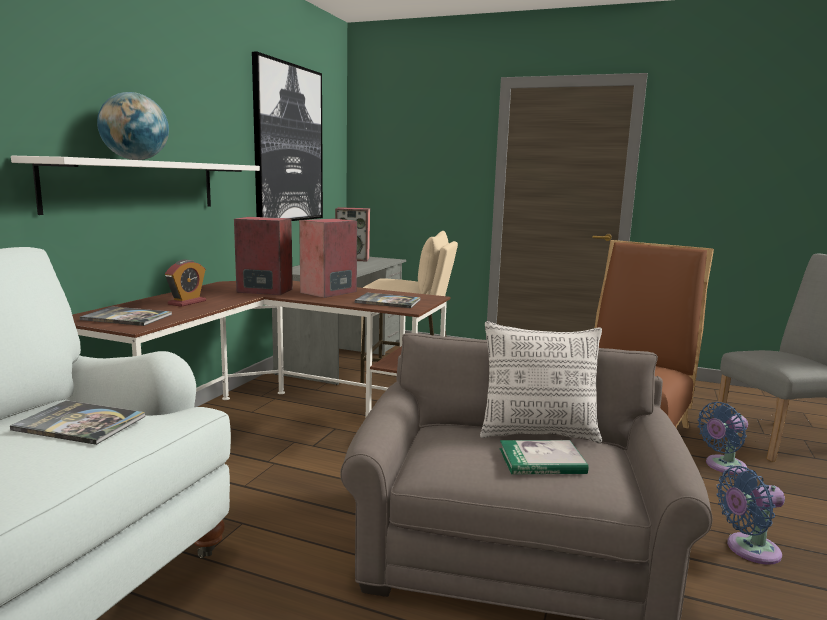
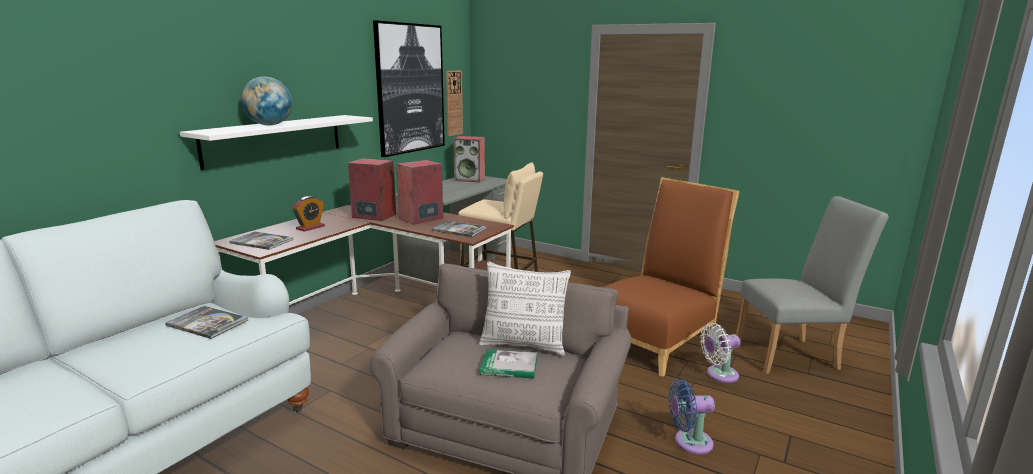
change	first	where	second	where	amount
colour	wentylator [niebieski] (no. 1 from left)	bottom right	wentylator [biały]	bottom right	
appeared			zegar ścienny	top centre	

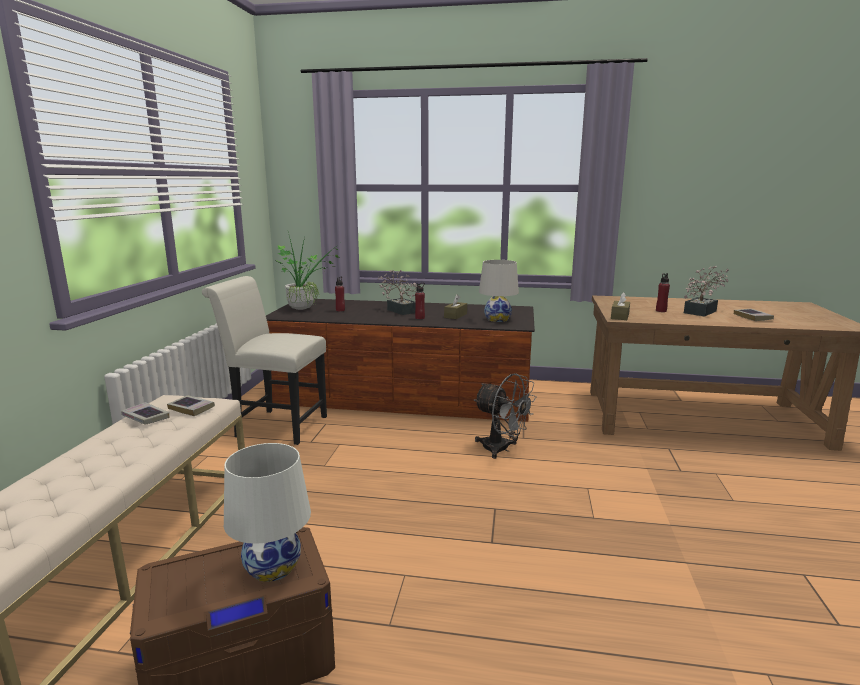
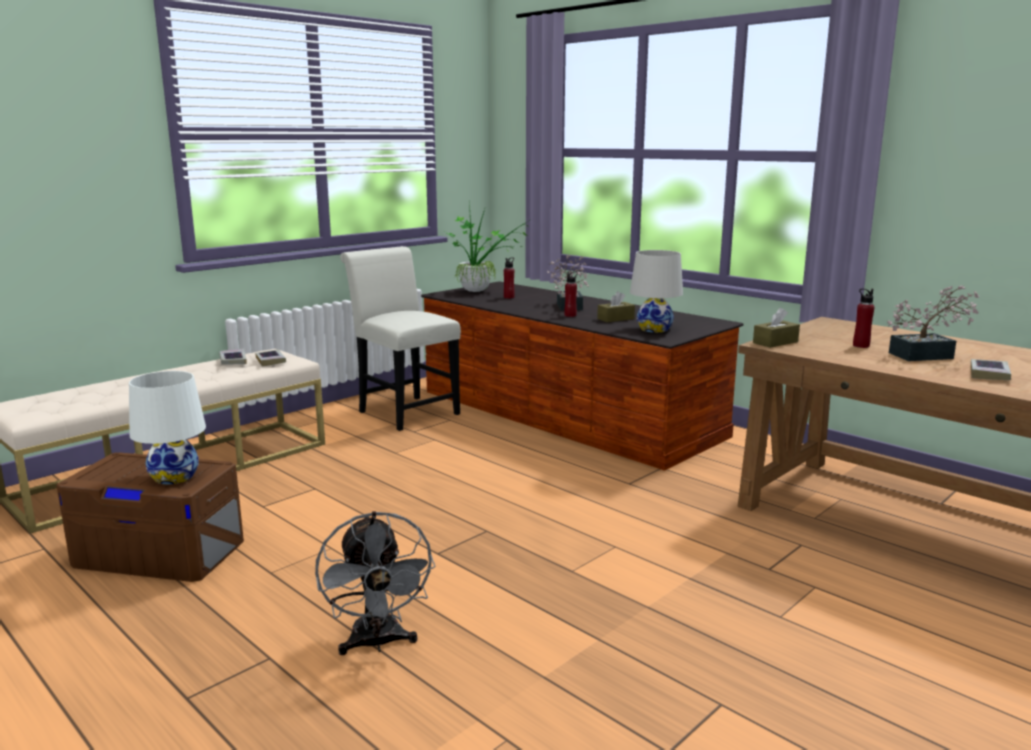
change	first	where	second	where	amount
relocated	wentylator [szary]	centre		bottom centre	

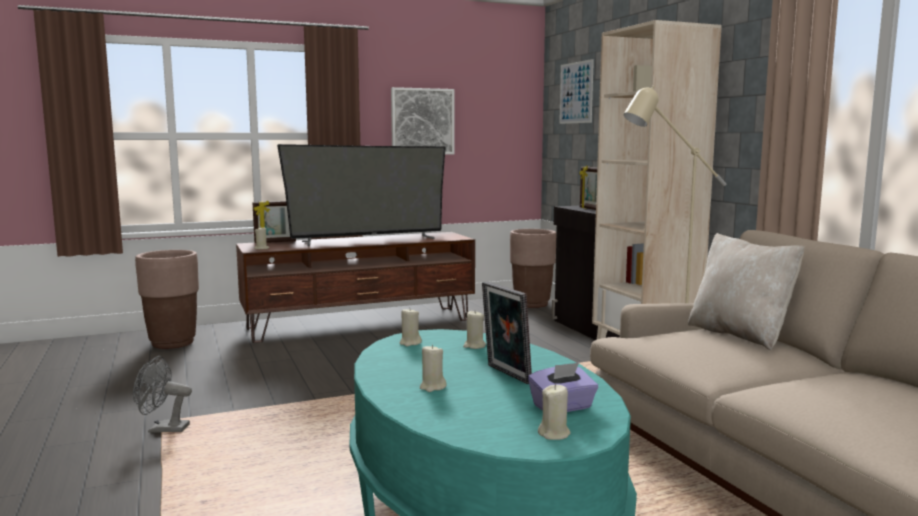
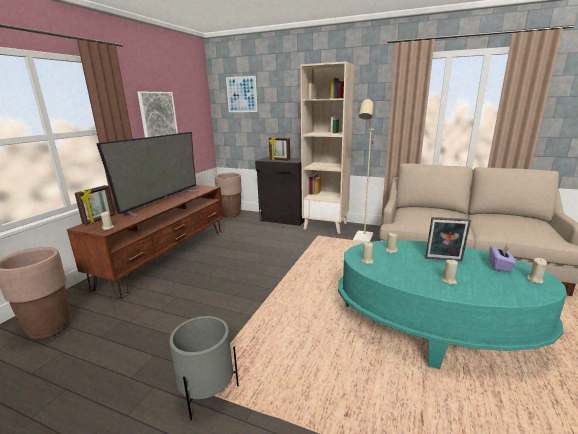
change	first	where	second	where	amount
missing	poduszka [beżowy]	middle right			
exchanged	wentylator [szary]	bottom left	donica [szary]	bottom centre	

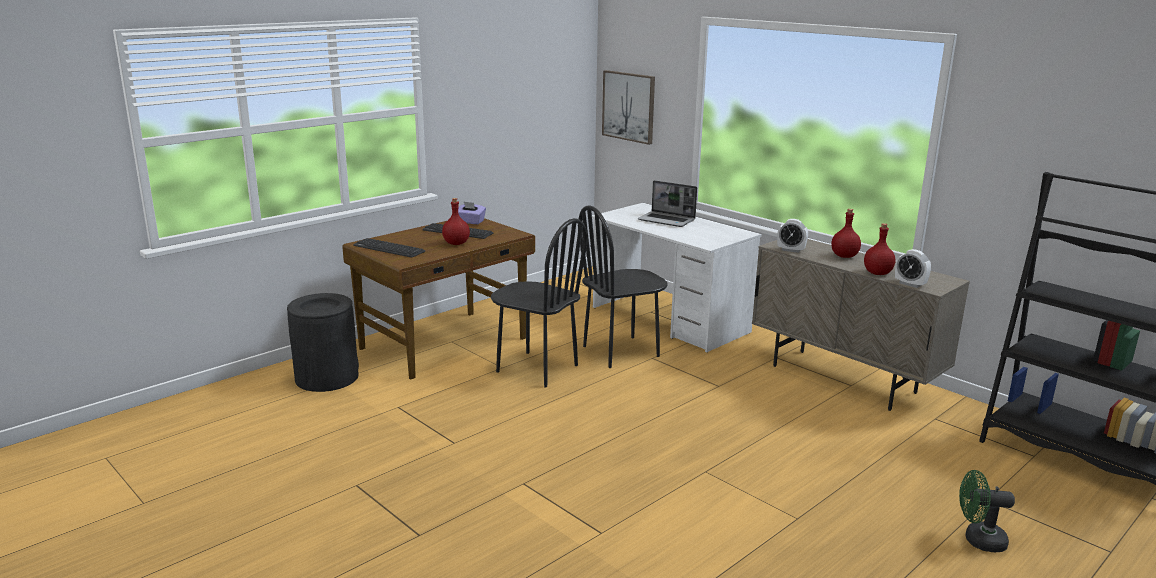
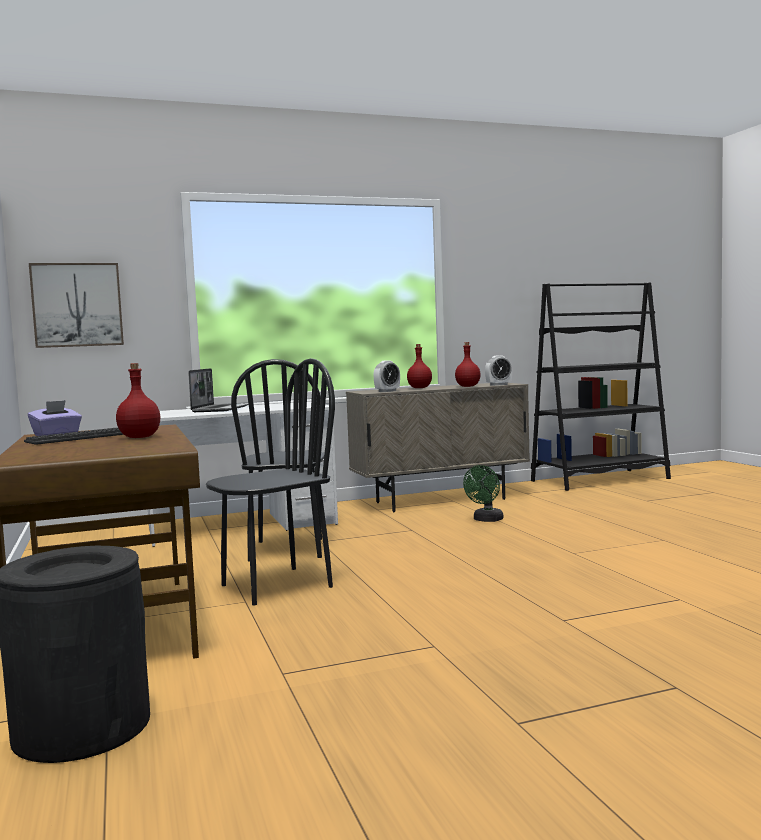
change	first	where	second	where	amount
spun	laptop	centre		middle left	45 degrees counterclockwise
missing	klawiatura (no. 1 from left)	centre			
relocated	wentylator [zielony]	bottom right		centre	

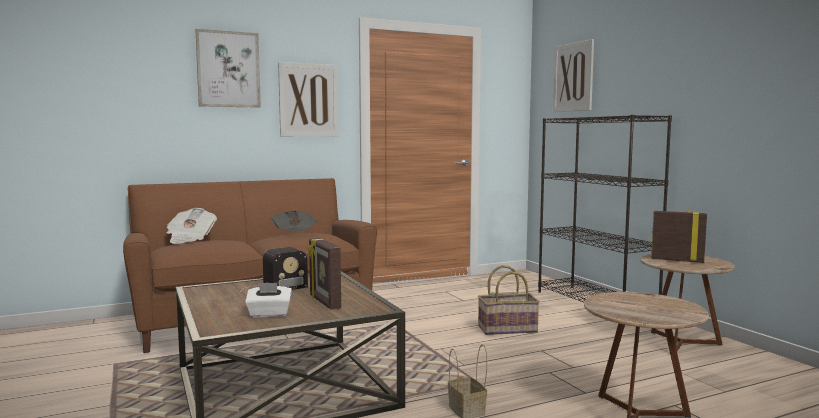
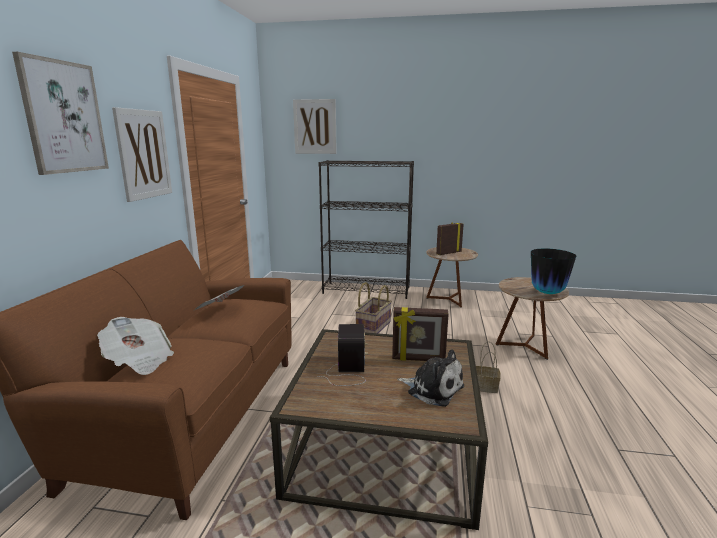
change	first	where	second	where	amount
exchanged	pudełko chusteczek [biały]	bottom left	pluszak	bottom centre	
appeared			wazon	middle right	

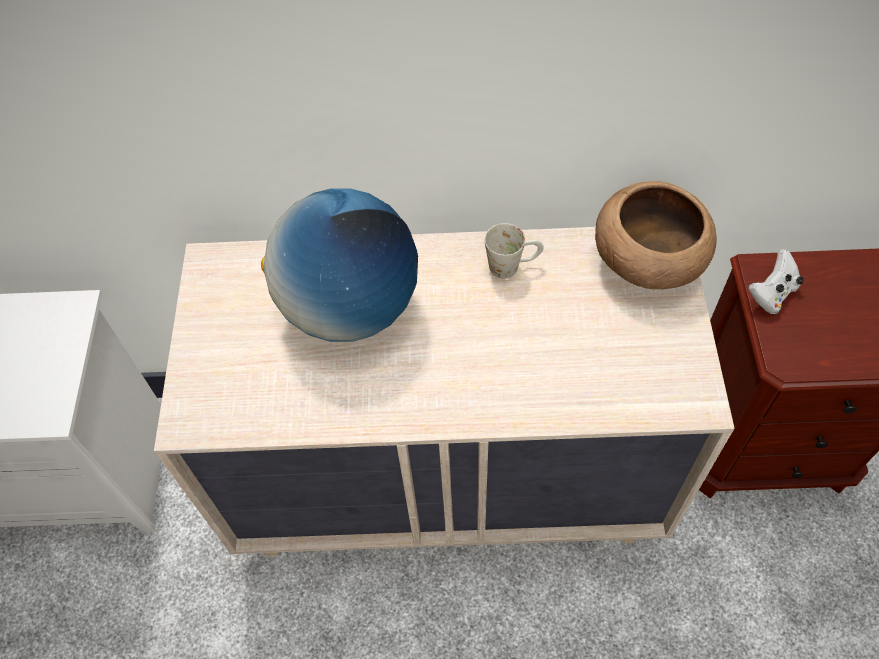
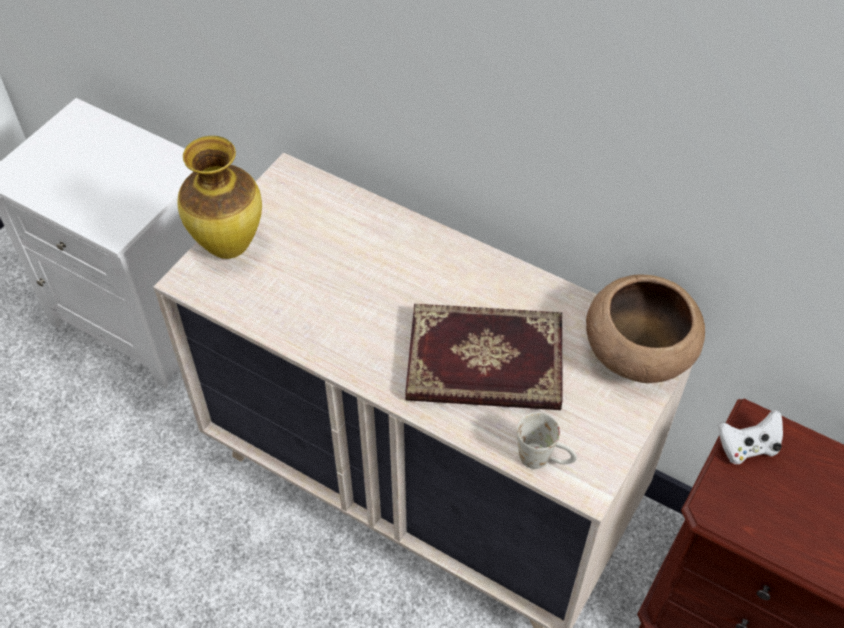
change	first	where	second	where	amount
missing	globus	centre			
relocated	kubek [biały]	centre		bottom centre	
appeared			wazon	top left	
appeared			książka	centre	

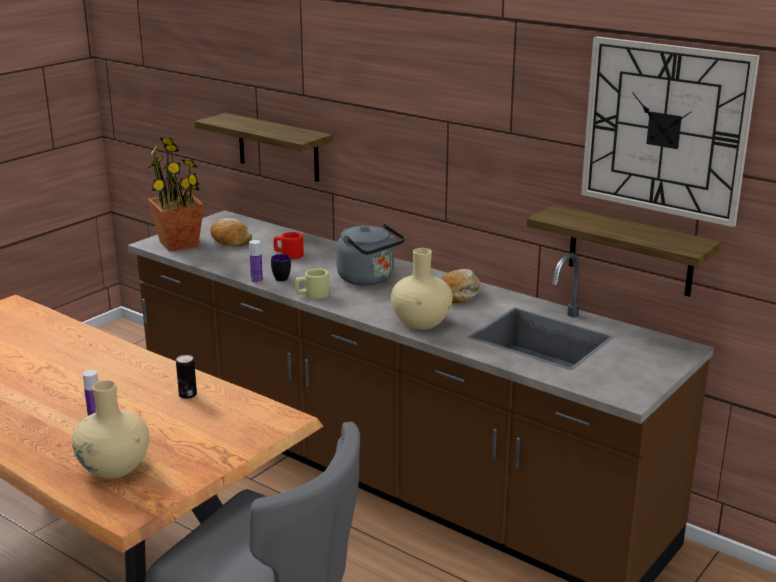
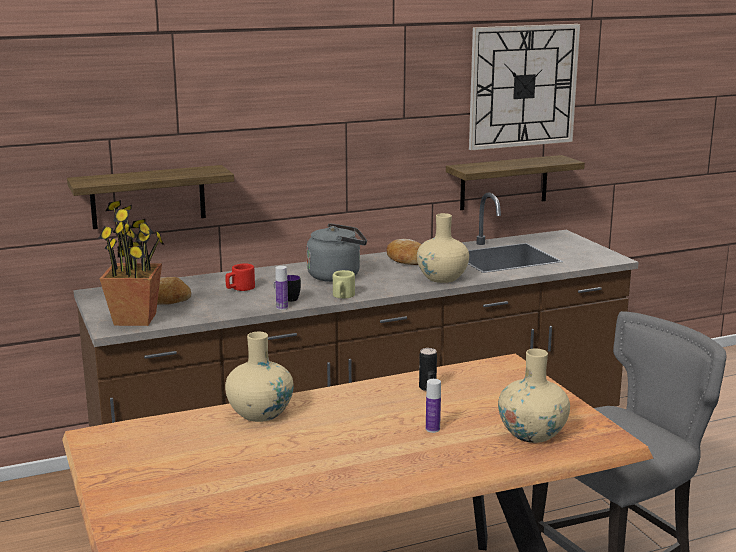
change	first	where	second	where	amount
appeared			wazon [beżowy] (no. 1 from left)	bottom centre	

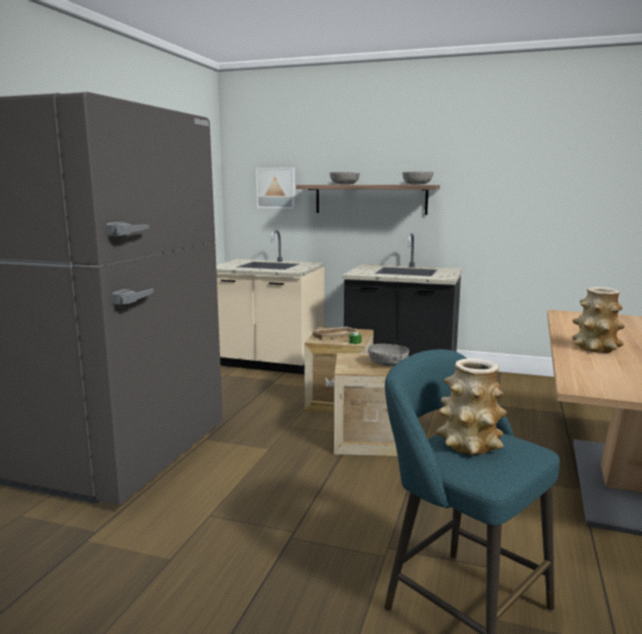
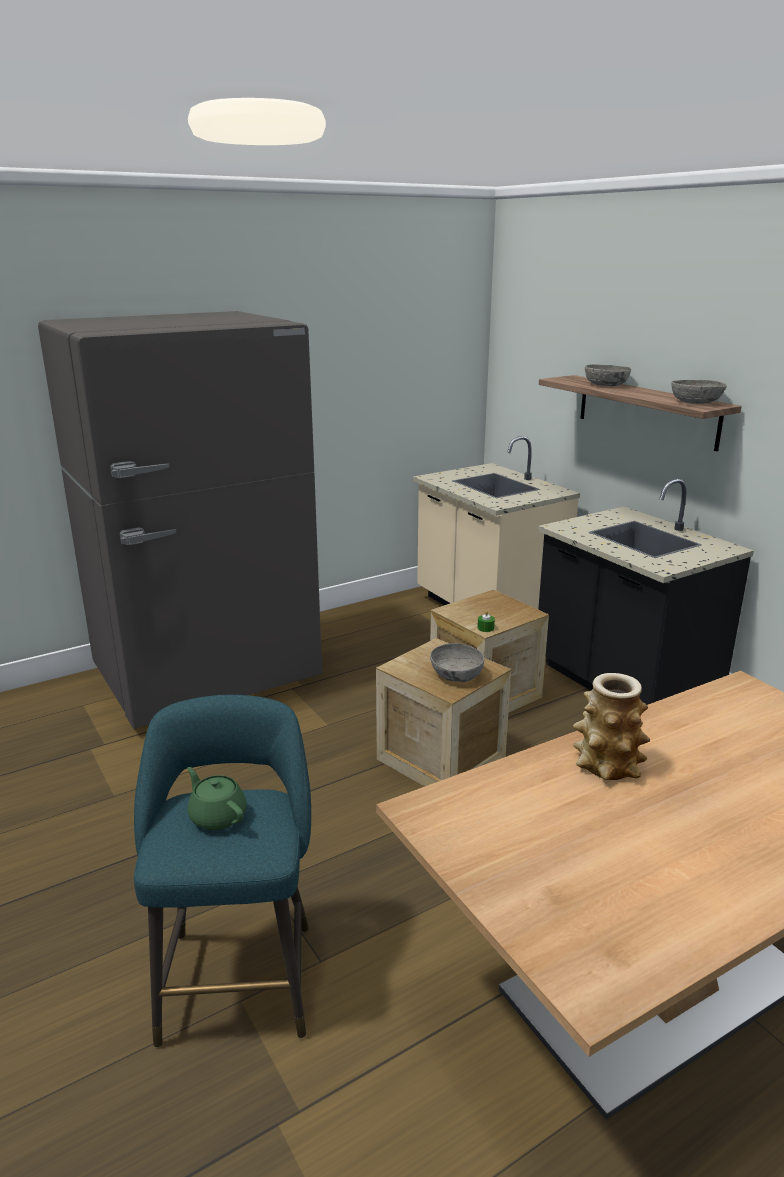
change	first	where	second	where	amount
missing	obraz	top centre			
missing	taca [beżowy]	centre			
exchanged	wazon (no. 1 from left)	middle right	imbryk [zielony]	bottom left	

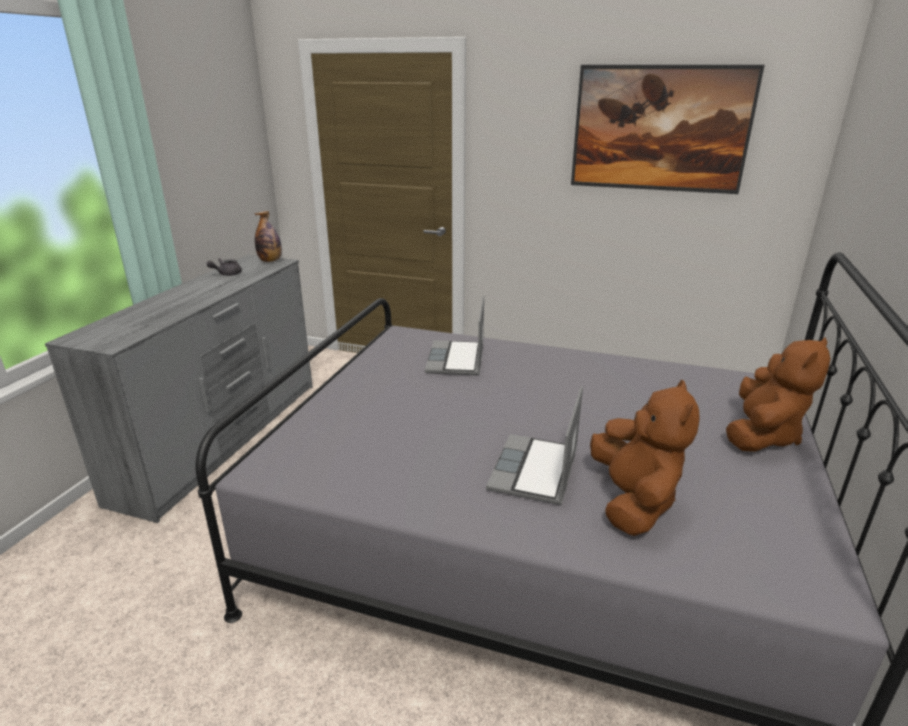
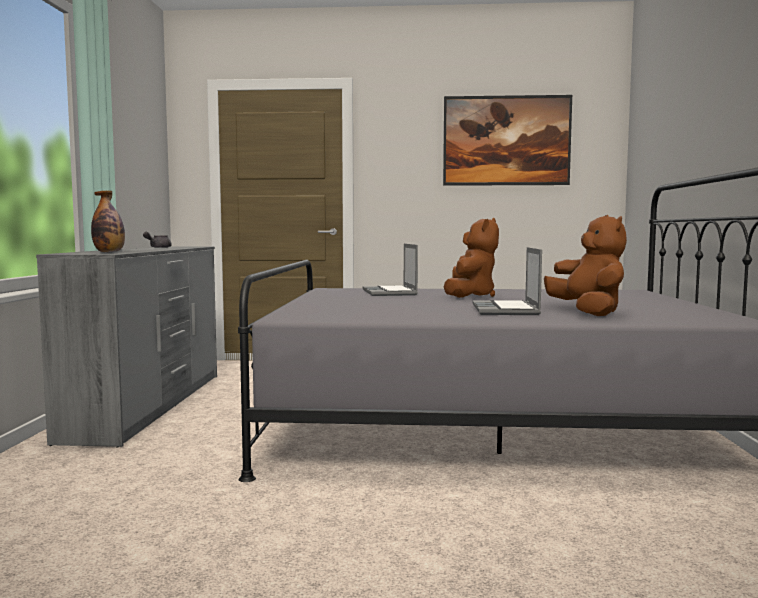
change	first	where	second	where	amount
relocated	butelka	top left		middle left	
relocated	pluszak [brązowy] (no. 2 from left in the first image)	middle right	pluszak [brązowy] (no. 1 from left)	centre	

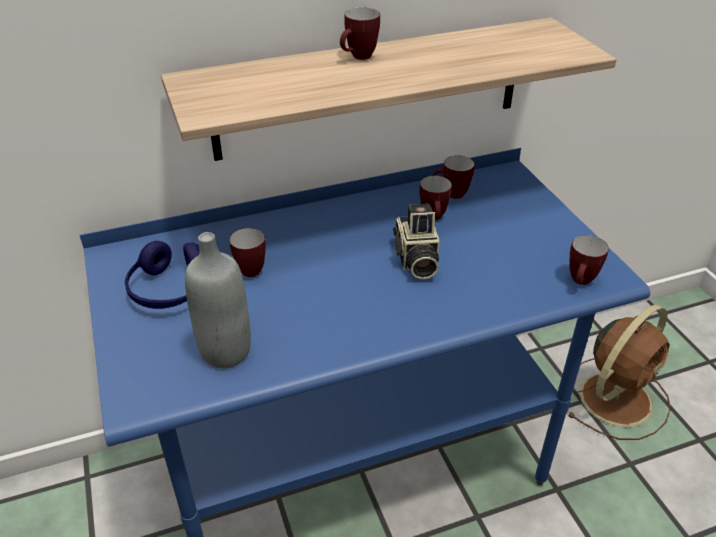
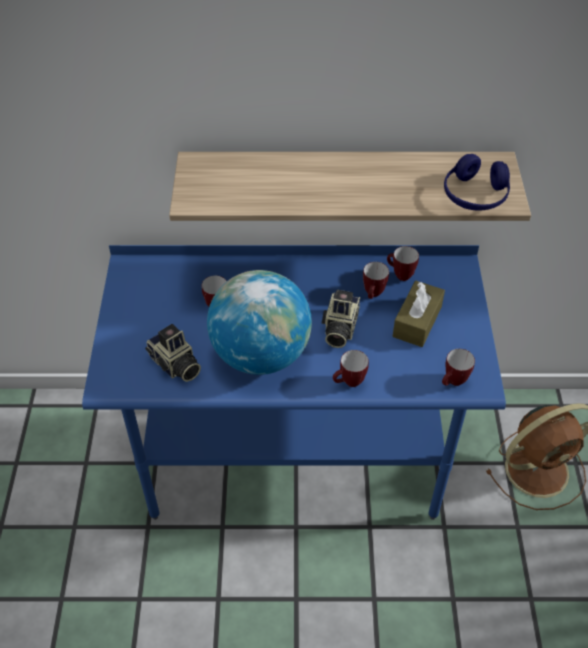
change	first	where	second	where	amount
relocated	kubek (no. 2 from left)	top centre		centre	
exchanged	butelka [szary]	middle left	aparat fotograficzny (no. 1 from left)	middle left	
relocated	słuchawki [niebieski]	middle left		top right	
appeared			globus	centre	
appeared			pudełko chusteczek [brązowy]	middle right	

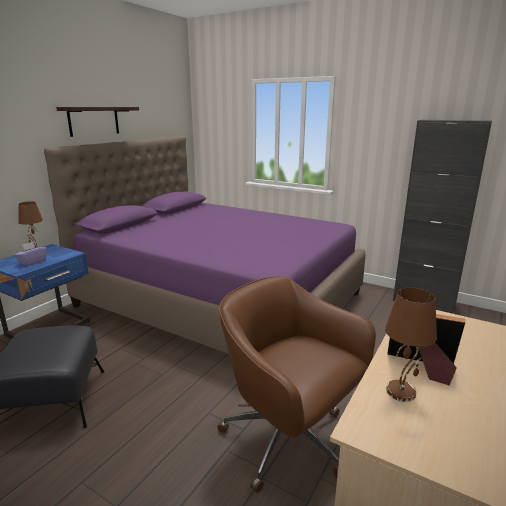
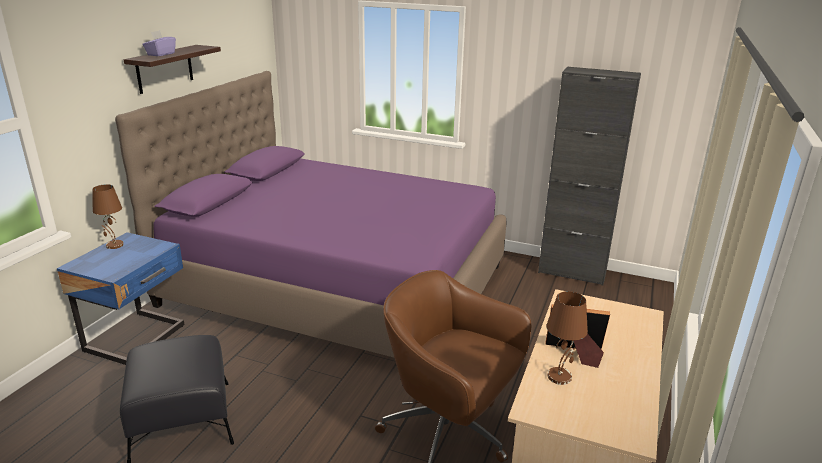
change	first	where	second	where	amount
relocated	pudełko chusteczek [fioletowy]	middle left		top left	

